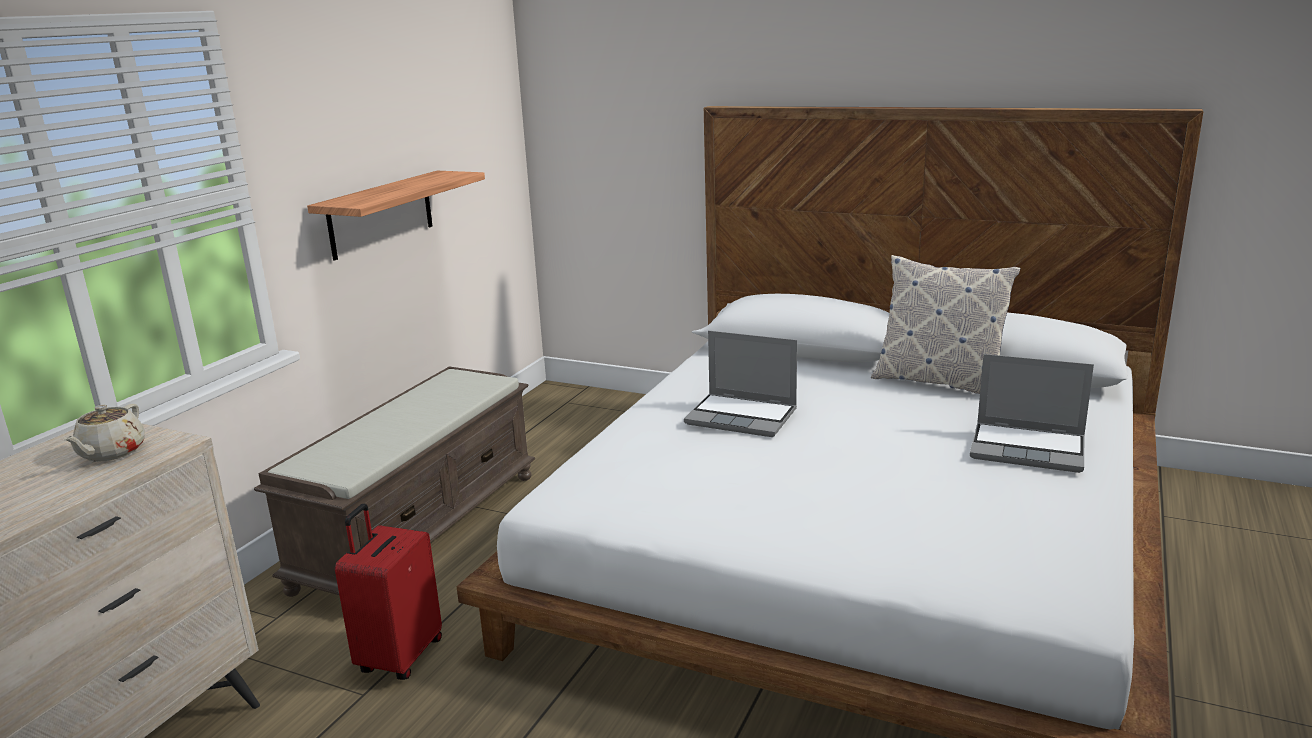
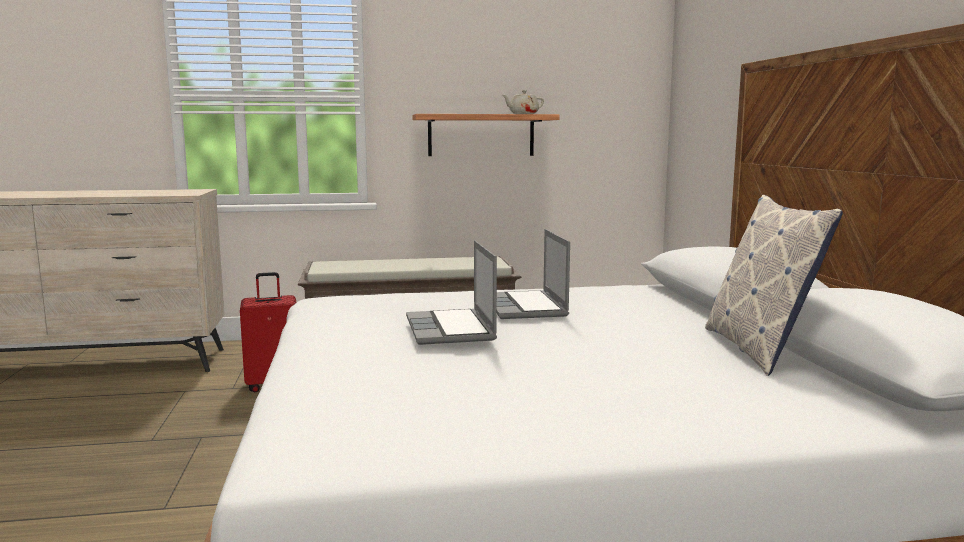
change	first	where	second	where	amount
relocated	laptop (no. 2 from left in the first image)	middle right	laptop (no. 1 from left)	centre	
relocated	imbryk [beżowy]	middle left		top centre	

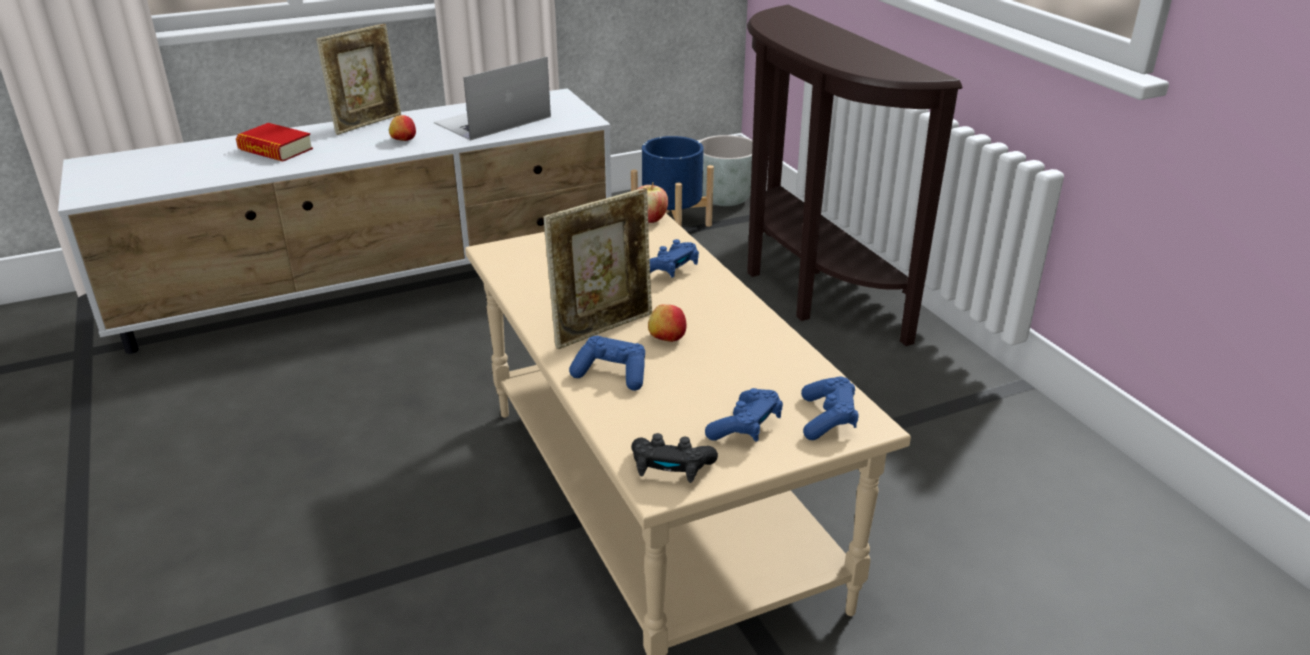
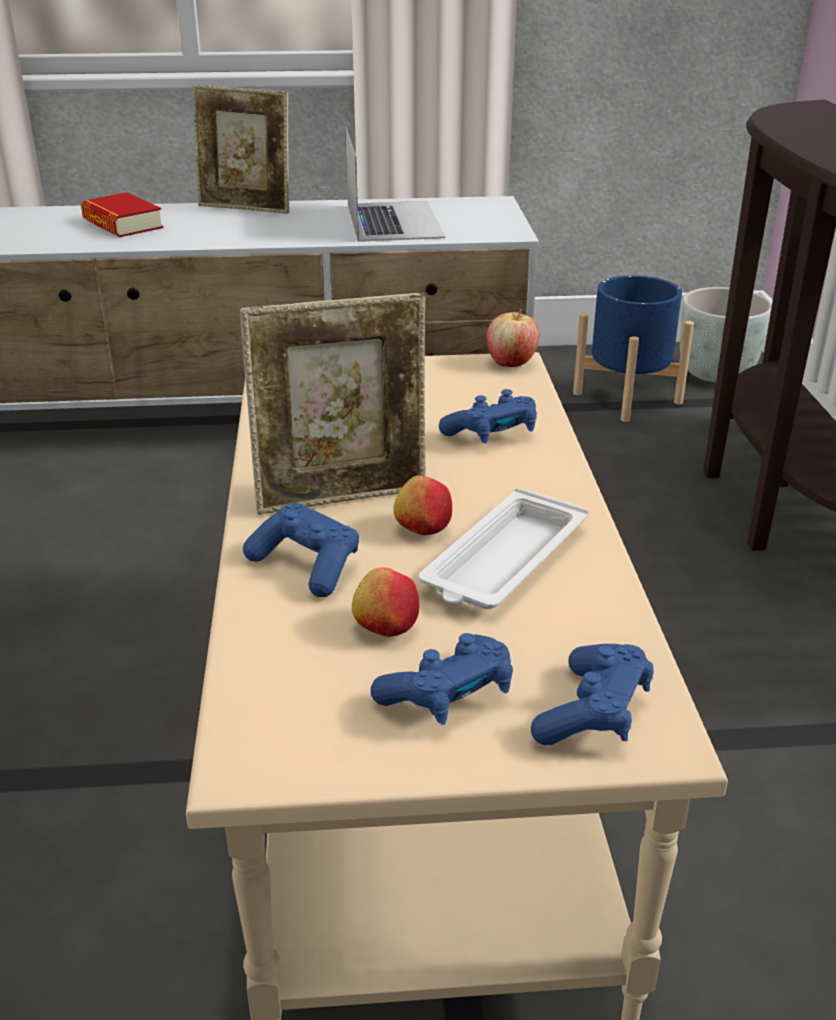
change	first	where	second	where	amount
spun	ramka na zdjęcie (no. 1 from left)	top left		top left	45 degrees clockwise
spun	laptop	top centre		top centre	105 degrees clockwise
relocated	jabłko (no. 1 from left)	top left		centre	
missing	pad do gier [czarny]	bottom centre			
appeared			taca [biały]	centre	

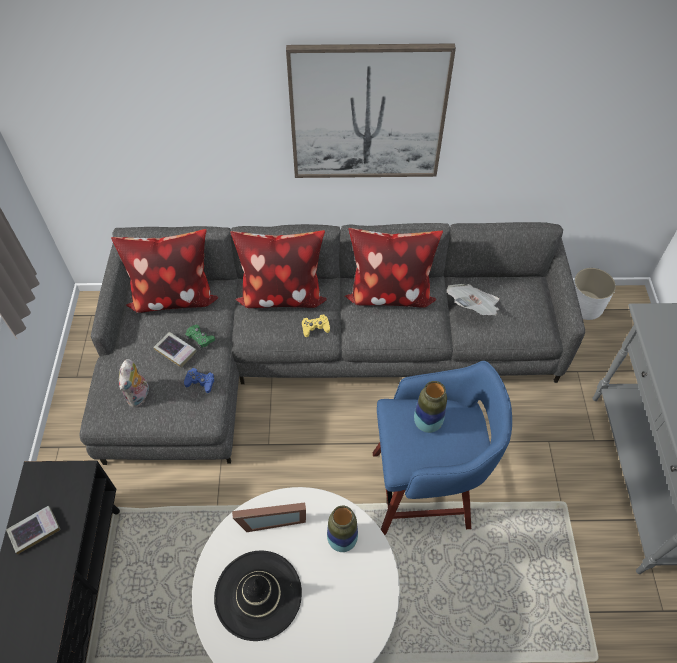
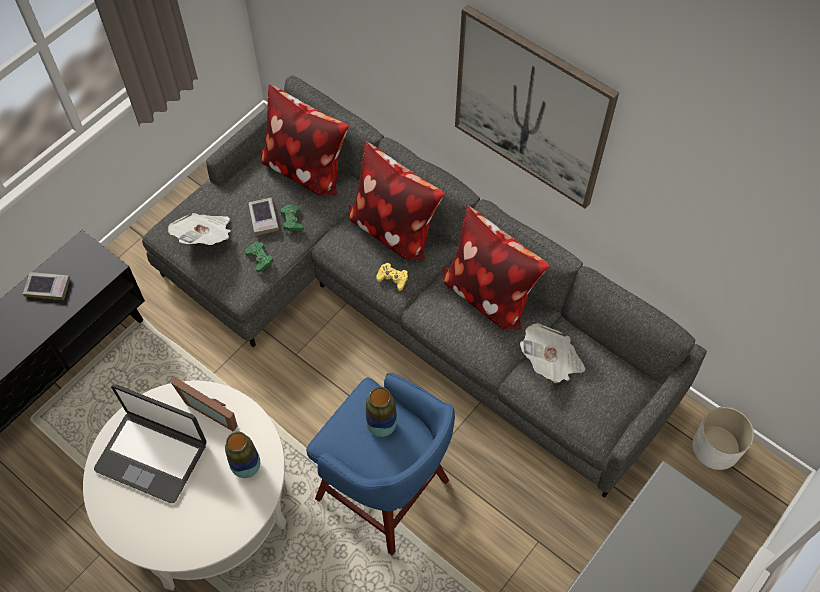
change	first	where	second	where	amount
exchanged	pluszak	middle left	gazeta (no. 1 from left)	middle left	
colour	pad do gier [niebieski]	middle left	pad do gier [zielony] (no. 1 from left)	middle left	
exchanged	kapelusz [czarny]	bottom centre	laptop	bottom left	

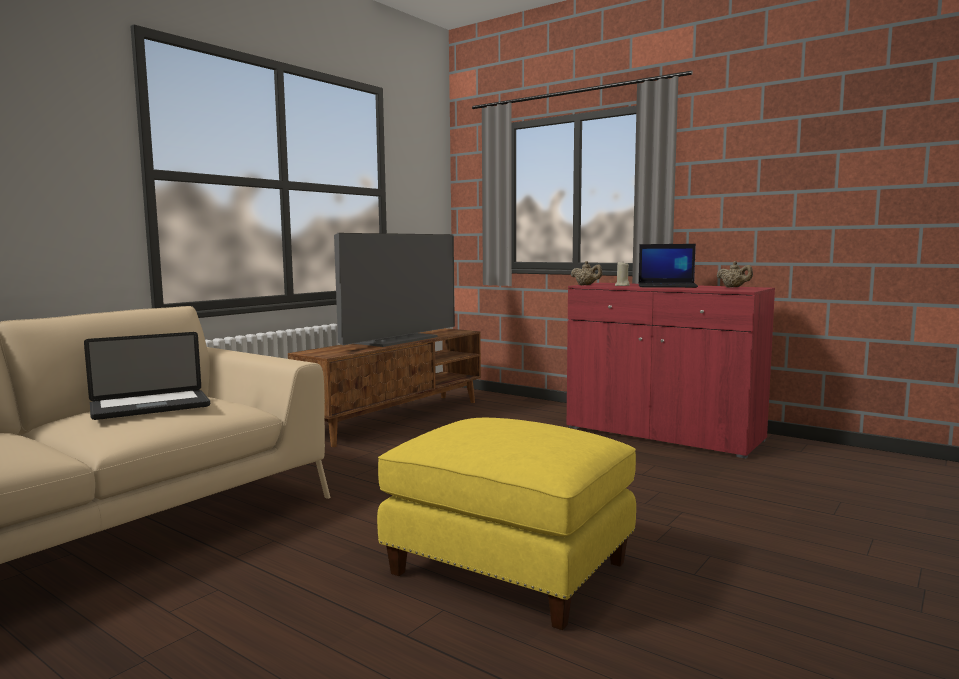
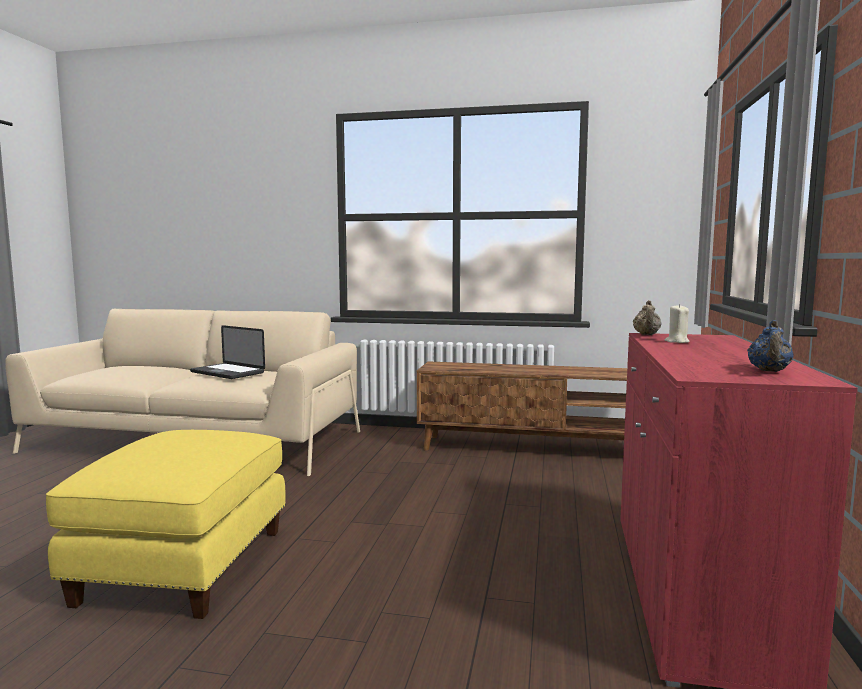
change	first	where	second	where	amount
missing	telewizor	centre			
missing	laptop (no. 2 from left)	middle right			
colour	imbryk [beżowy] (no. 2 from left)	middle right	imbryk [niebieski]	middle right	

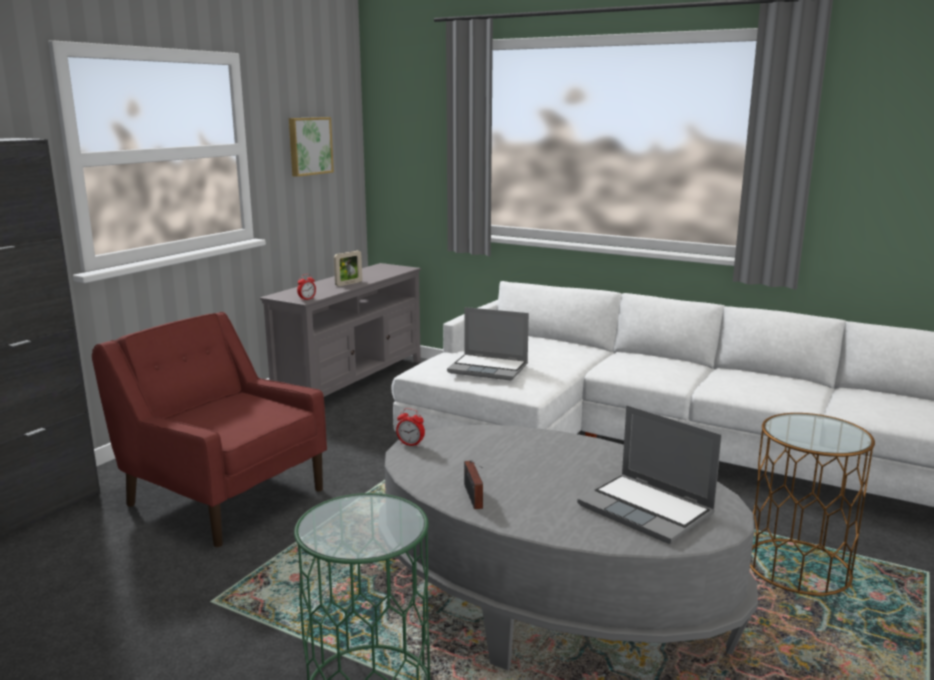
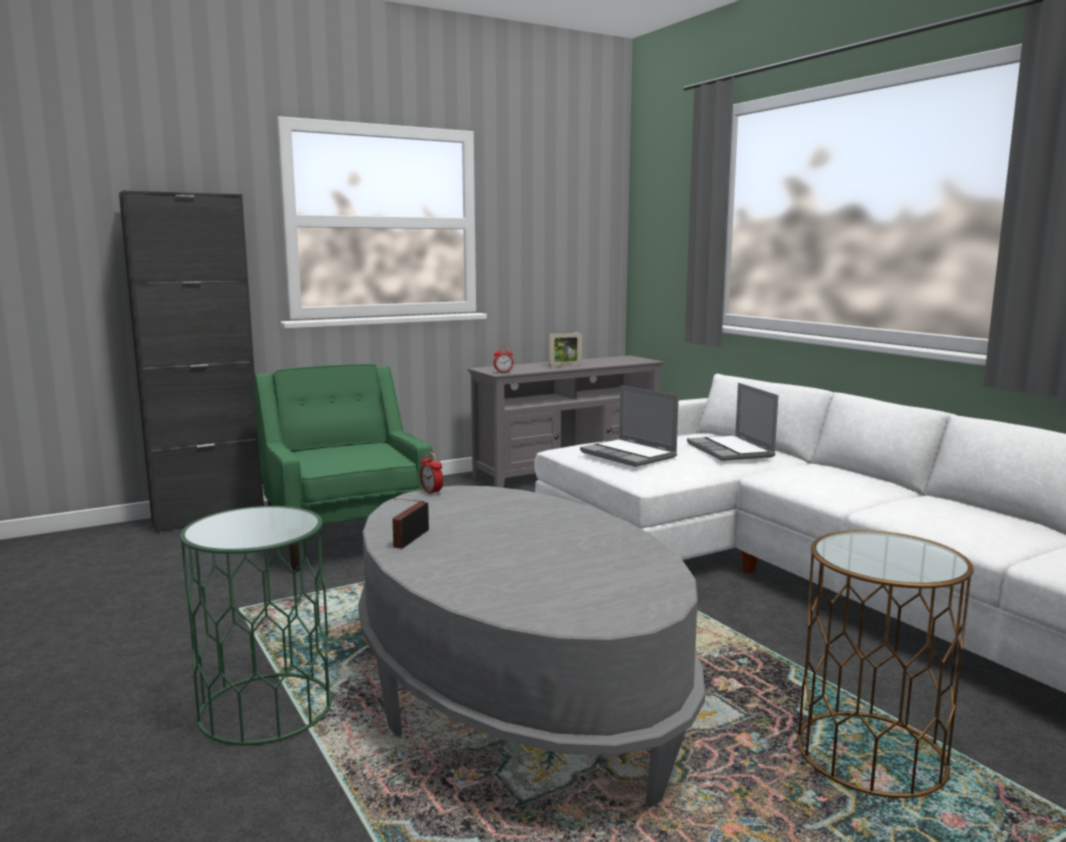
change	first	where	second	where	amount
missing	obraz	top left			
colour	fotel [czerwony]	middle left	fotel [zielony]	middle left	
relocated	laptop (no. 2 from left)	bottom right		middle right	

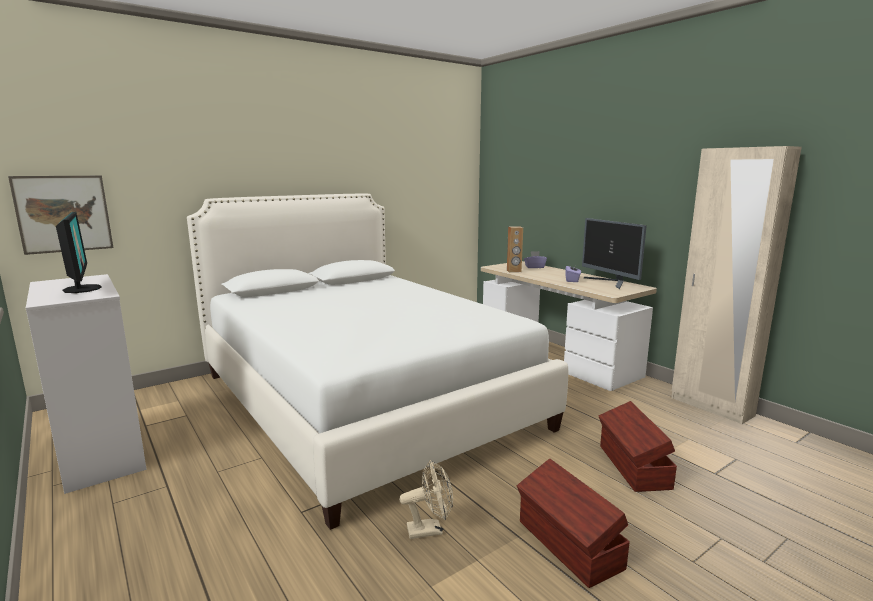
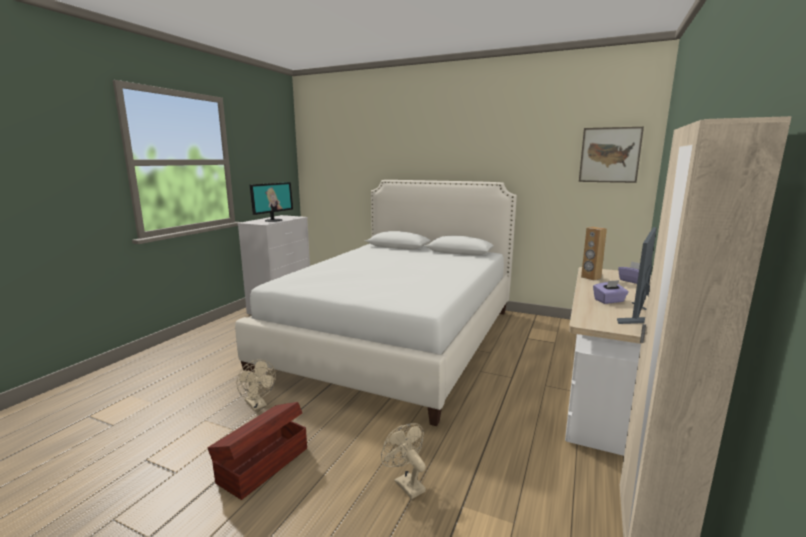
change	first	where	second	where	amount
relocated	obraz	middle left		top right	
exchanged	pojemnik do przechowywania [brązowy] (no. 2 from left)	bottom right	wentylator [beżowy] (no. 2 from left)	bottom centre	

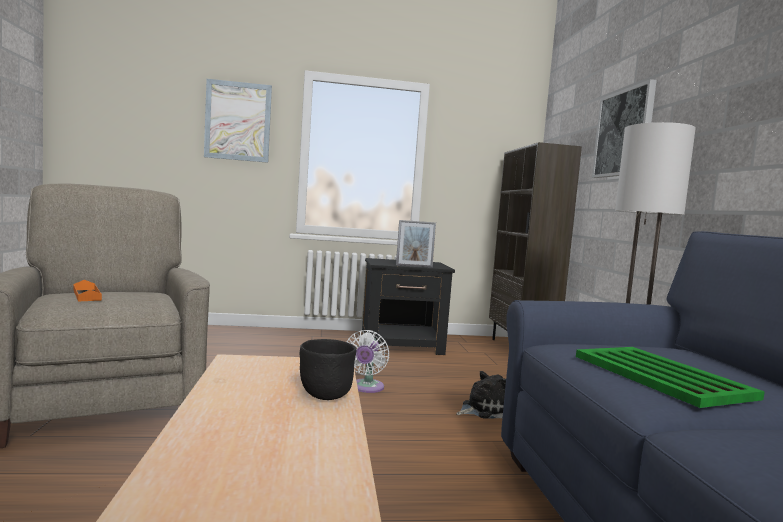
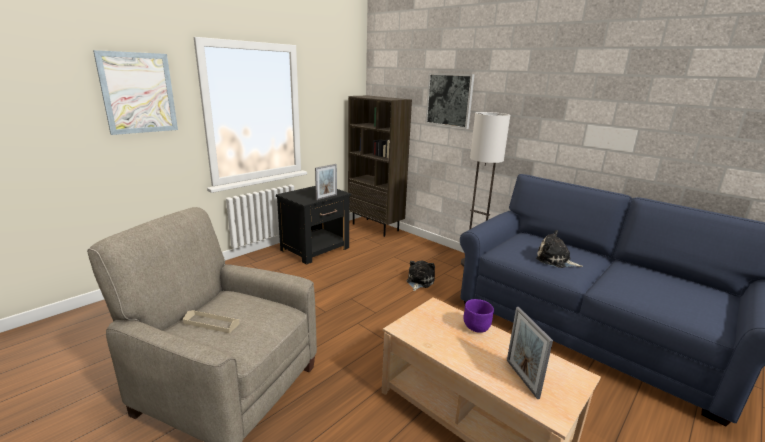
change	first	where	second	where	amount
colour	taca [pomarańczowy]	middle left	taca [beżowy]	bottom left	
missing	wentylator [biały]	bottom centre			
colour	miska [czarny]	bottom centre	miska [fioletowy]	bottom centre	
exchanged	taca [zielony]	bottom right	pluszak (no. 2 from left)	middle right	
appeared			ramka na zdjęcie (no. 2 from left)	bottom right	

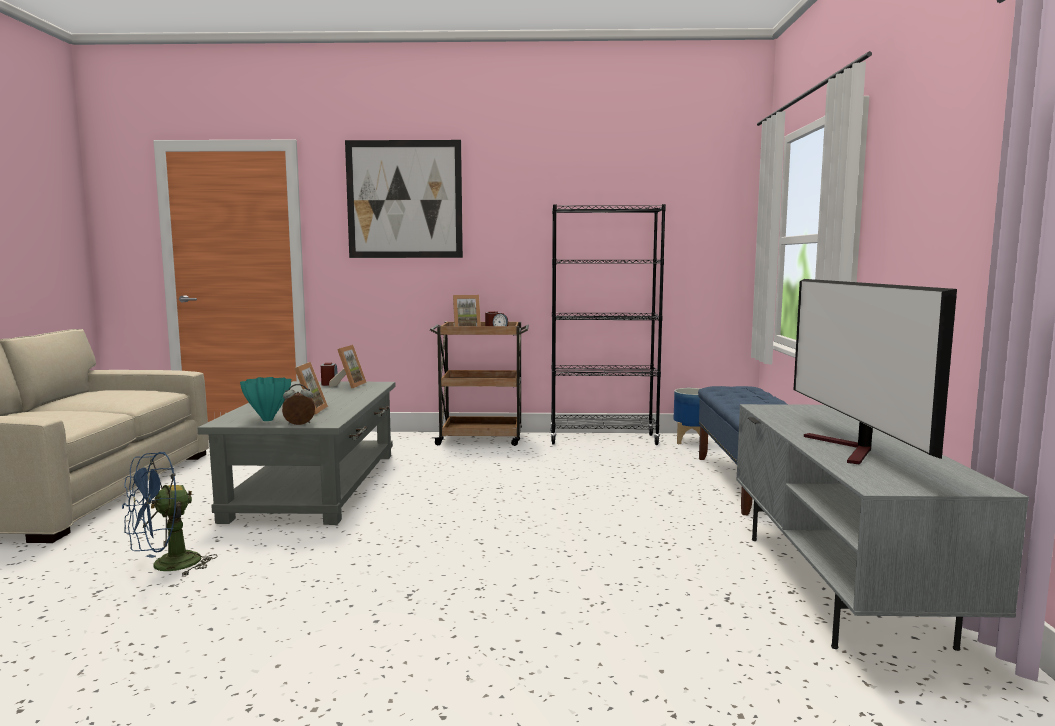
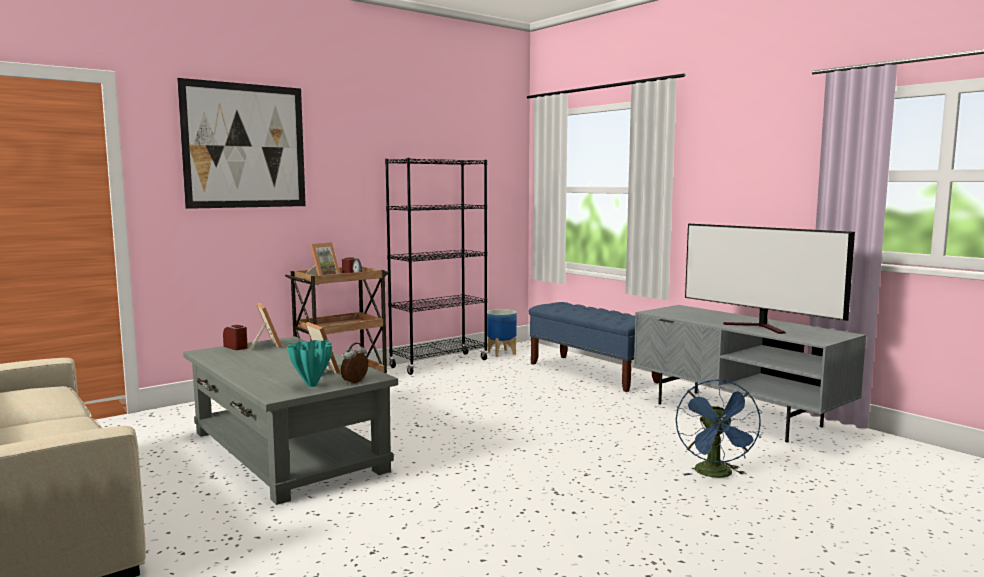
change	first	where	second	where	amount
relocated	wentylator [niebieski]	bottom left		bottom right	

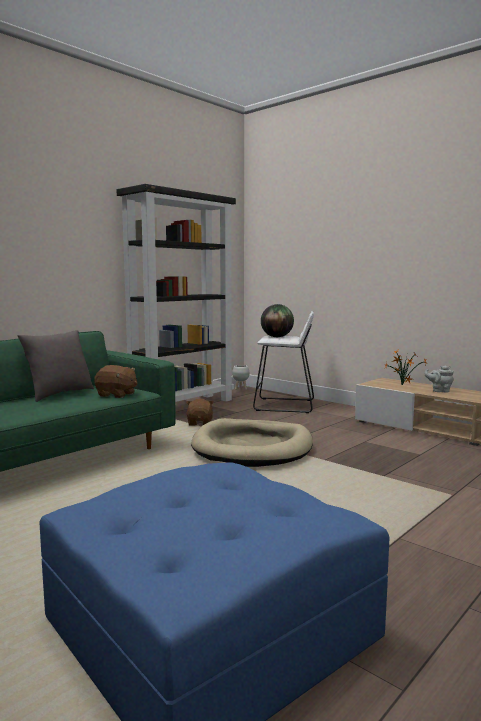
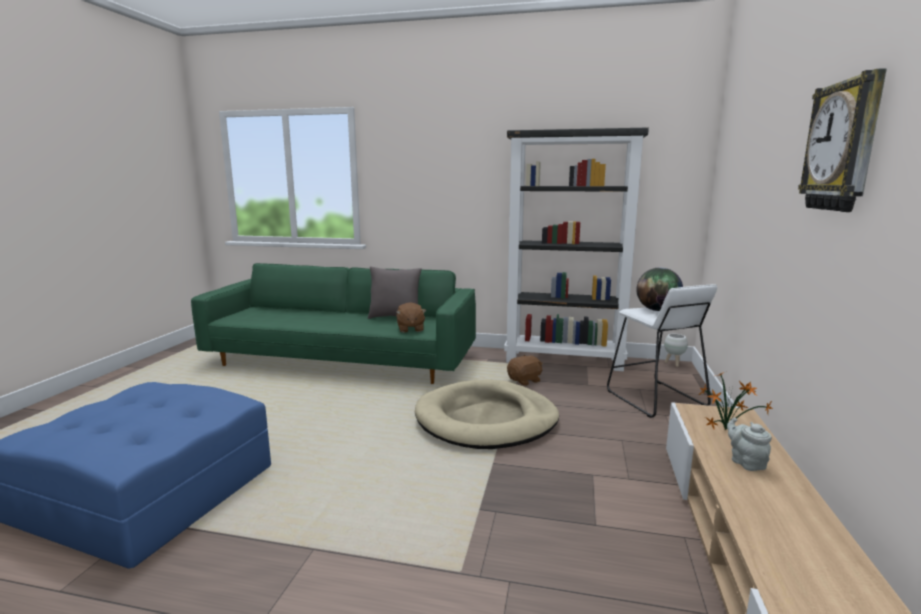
change	first	where	second	where	amount
appeared			zegar ścienny	top right	

